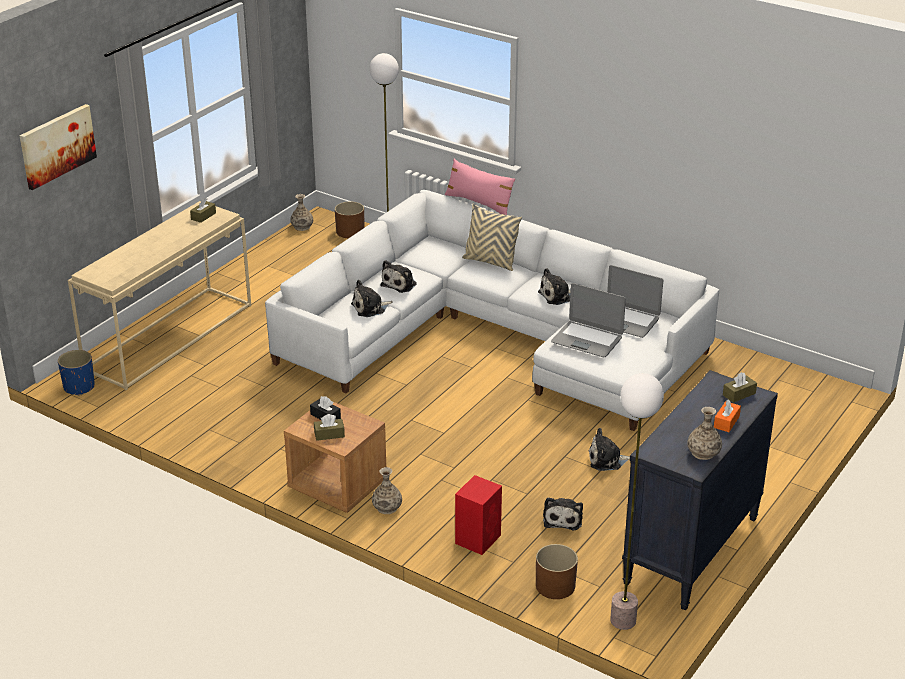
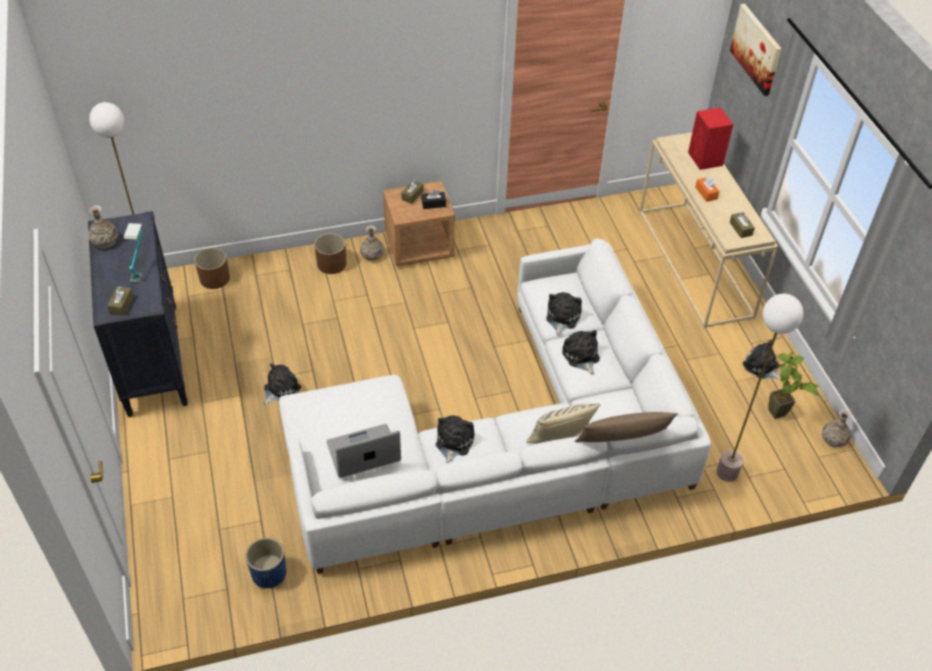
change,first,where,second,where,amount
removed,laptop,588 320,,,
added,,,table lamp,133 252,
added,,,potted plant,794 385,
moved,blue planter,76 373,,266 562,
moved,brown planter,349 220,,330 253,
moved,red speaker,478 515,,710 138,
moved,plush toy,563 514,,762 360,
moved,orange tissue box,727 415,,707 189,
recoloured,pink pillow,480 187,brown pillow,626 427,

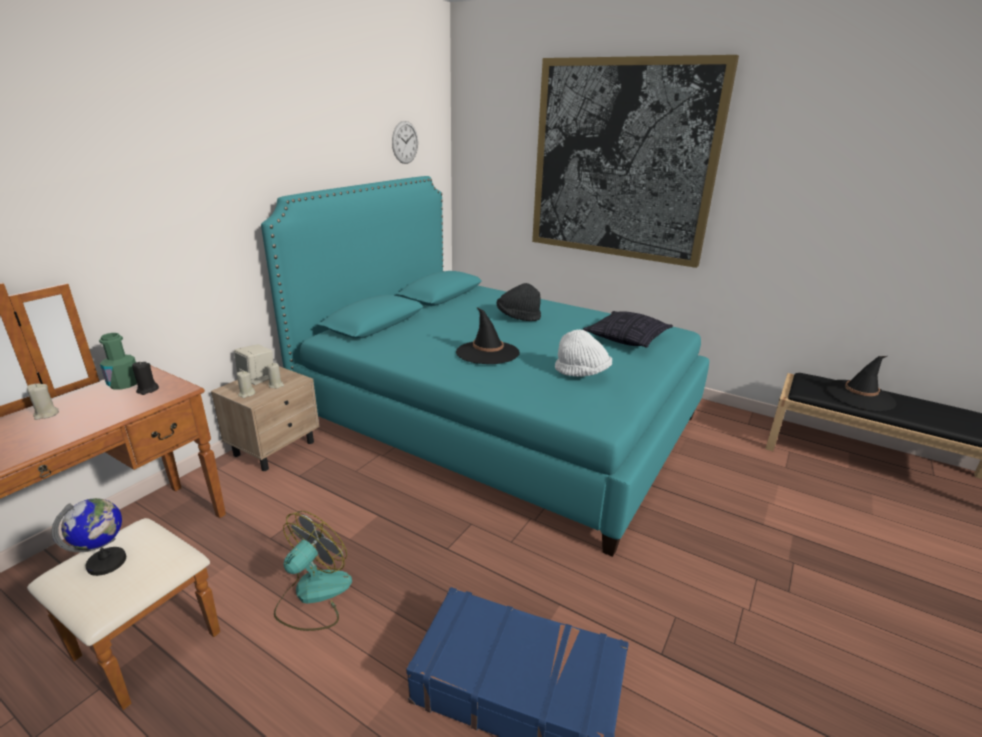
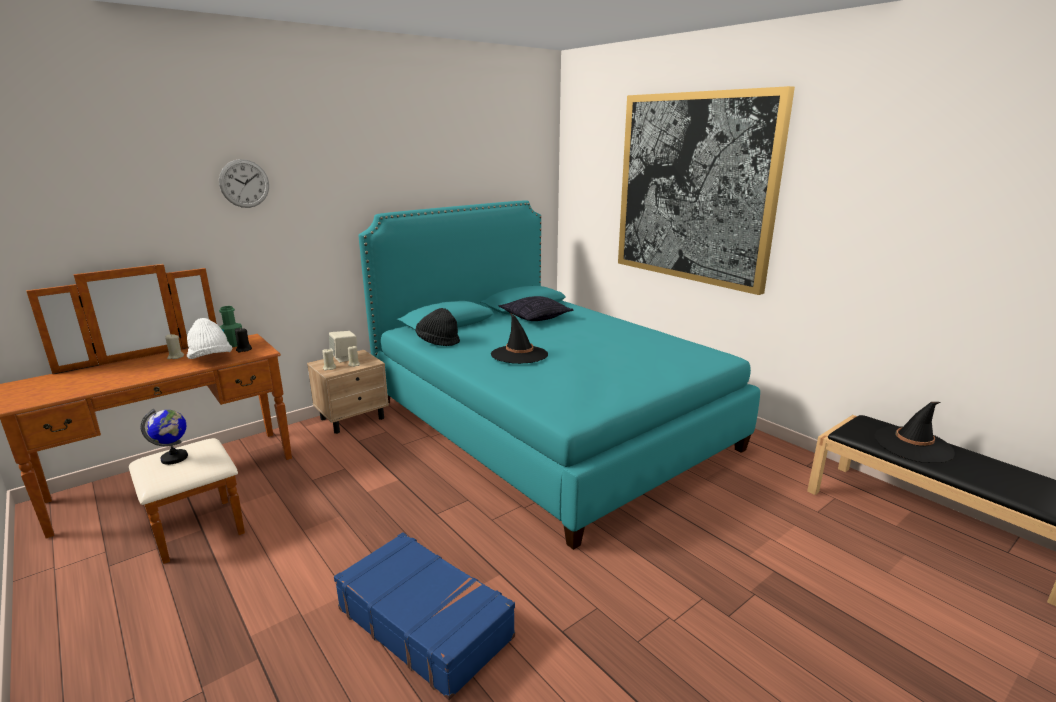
change,first,where,second,where,amount
removed,fan,313 571,,,
moved,wall clock,405 142,,244 183,
moved,black hat,519 302,,438 327,
moved,white hat,583 353,,209 338,
moved,pillow,628 329,,535 308,

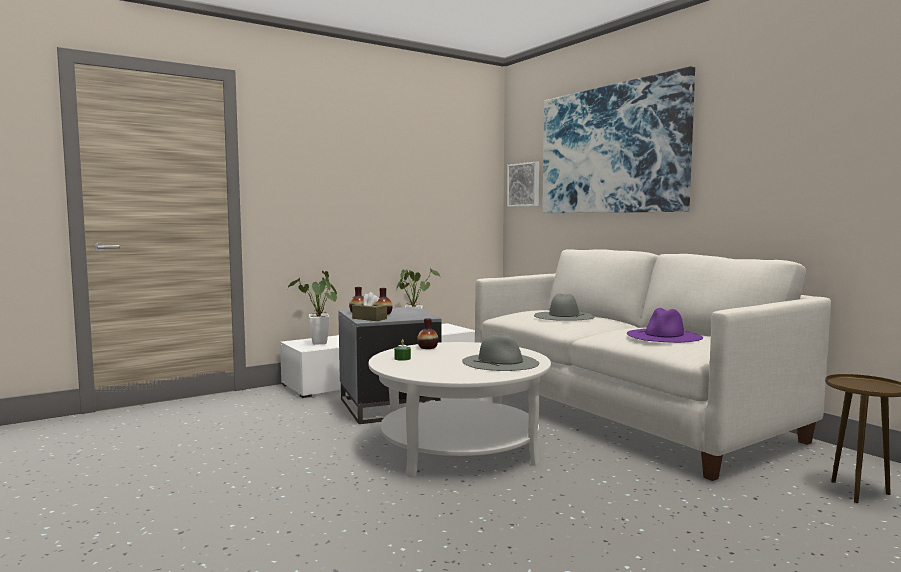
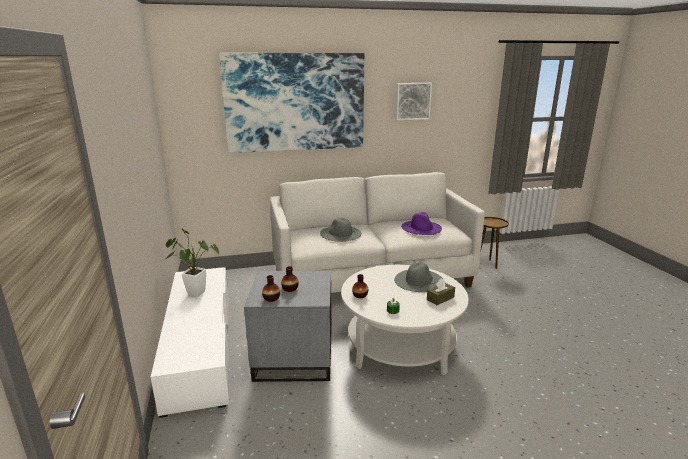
change,first,where,second,where,amount
removed,potted plant,312 308,,,
moved,brown tissue box,369 306,,441 291,
moved,picture,523 184,,413 101,

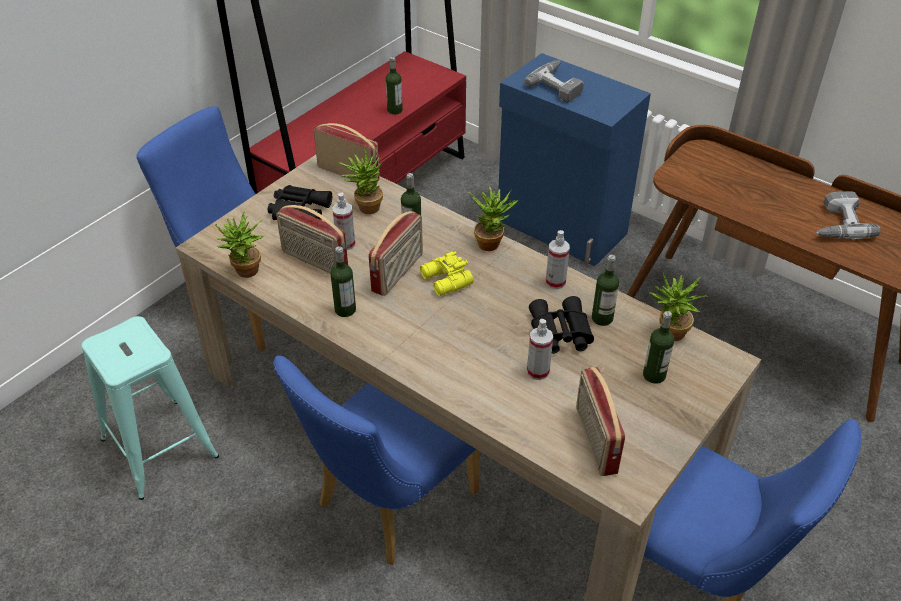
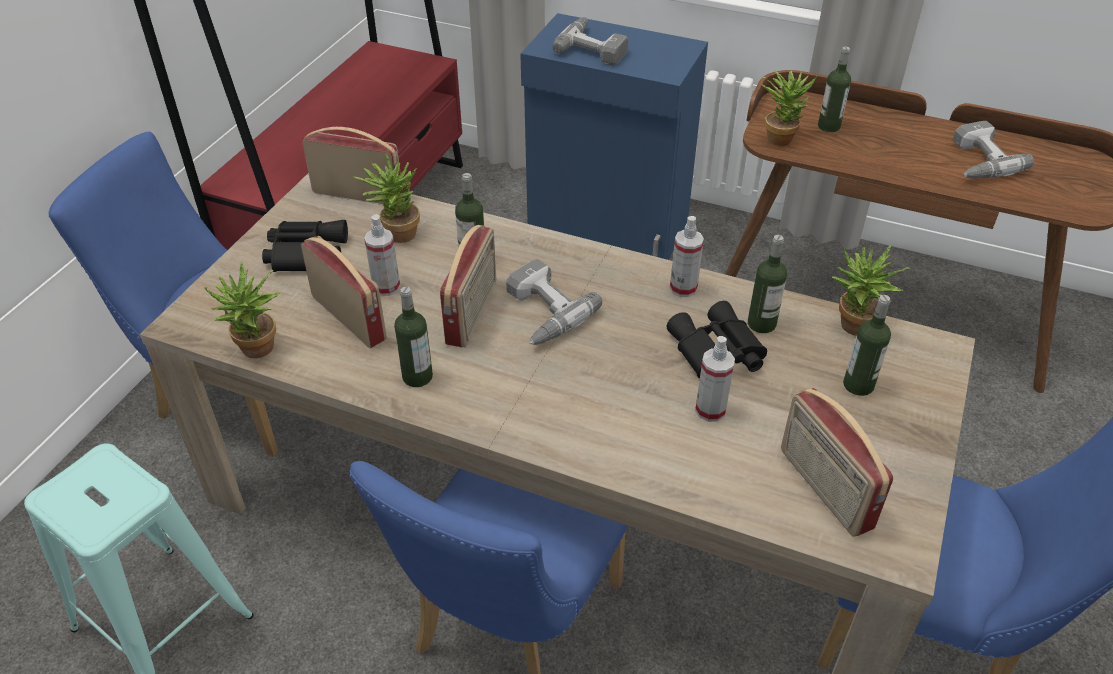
change,first,where,second,where,amount
moved,bottle,394 86,,834 89,
moved,potted plant,493 218,,789 108,
replaced,yellow binoculars,446 274,power drill,554 302,
turned,radio,312 239,,344 292,150 degrees counterclockwise

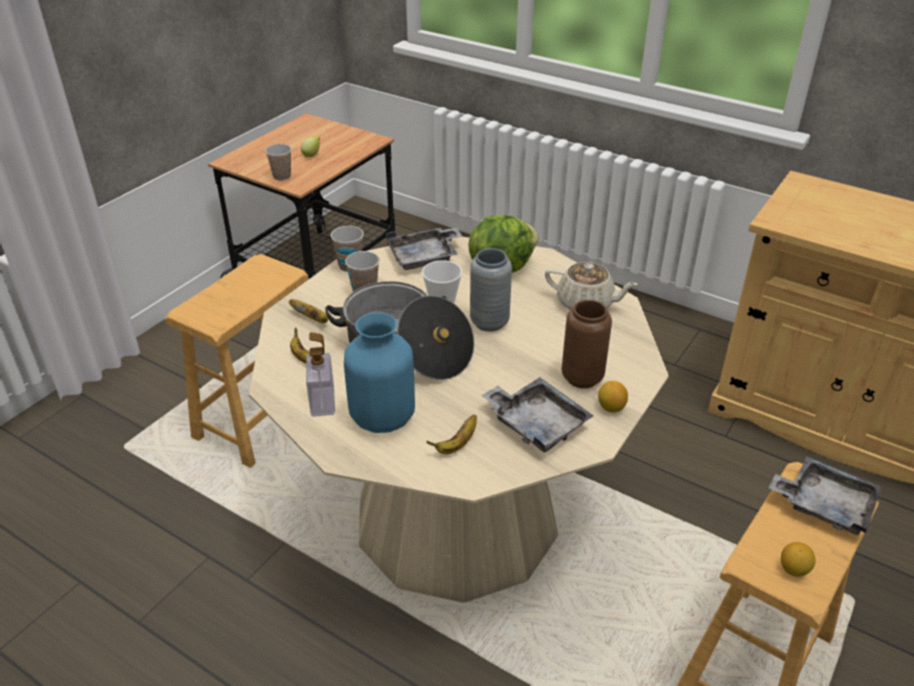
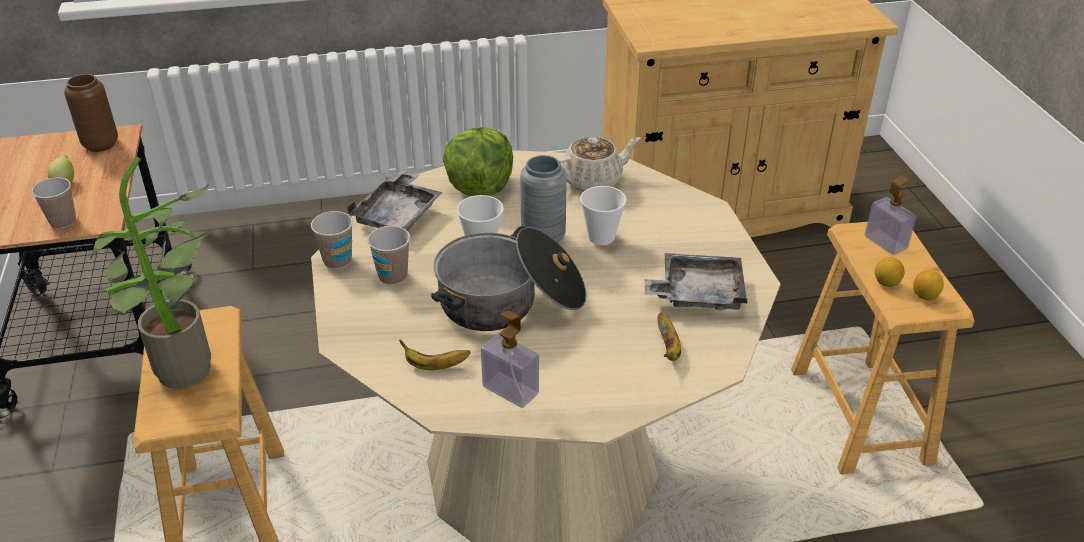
change,first,where,second,where,amount
removed,banana,308 311,,,
removed,blue vase,379 373,,,
added,,,potted plant,150 272,
added,,,cup,603 215,
moved,brown vase,587 344,,91 113,
moved,lemon,613 397,,890 272,
replaced,grey tray,825 495,soap dispenser,890 215,

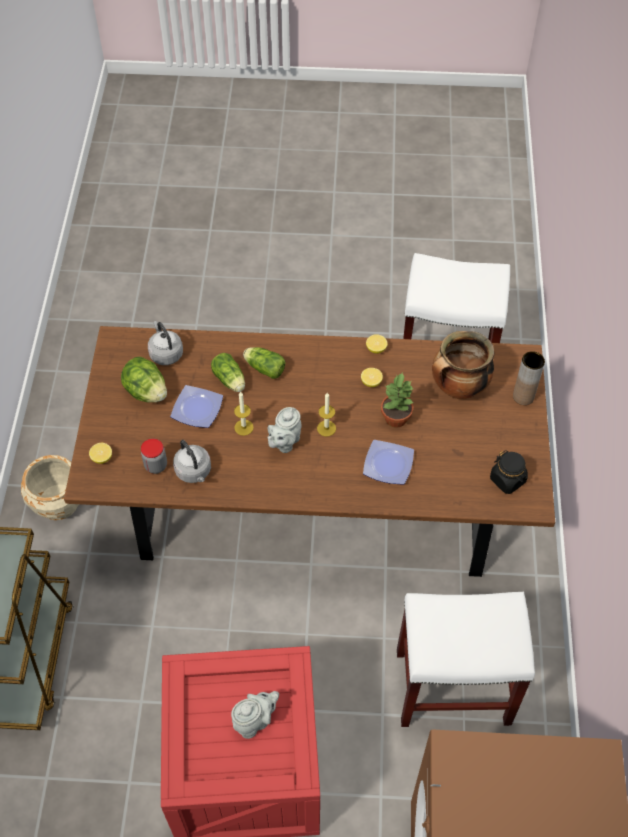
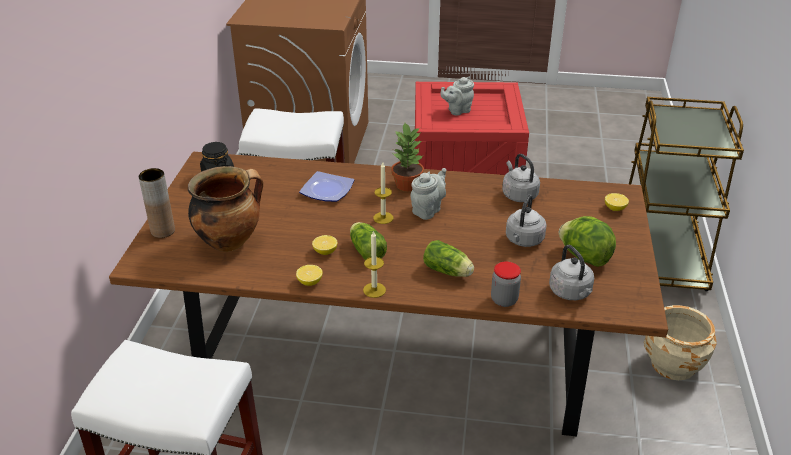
change,first,where,second,where,amount
moved,jar,154 456,,506 284,
moved,lettuce,228 372,,368 241,
moved,candle,244 413,,374 264,
moved,potted plant,397 400,,407 157,
replaced,plate,196 406,grey kettle,526 220,

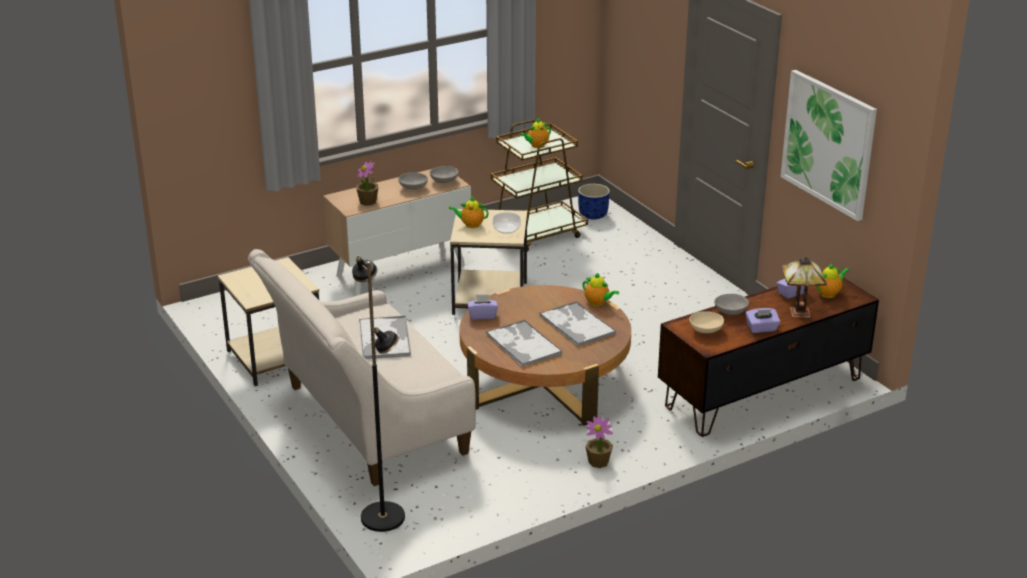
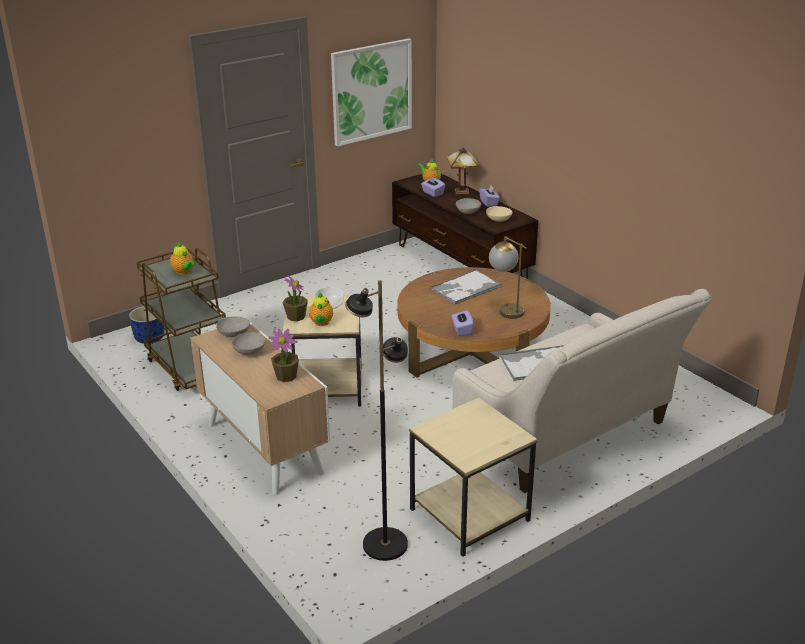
change,first,where,second,where,amount
removed,teapot,600 289,,,
moved,black floor lamp,378 394,,376 420,
moved,potted plant,599 442,,295 298,
replaced,tray,524 343,table lamp,508 277,

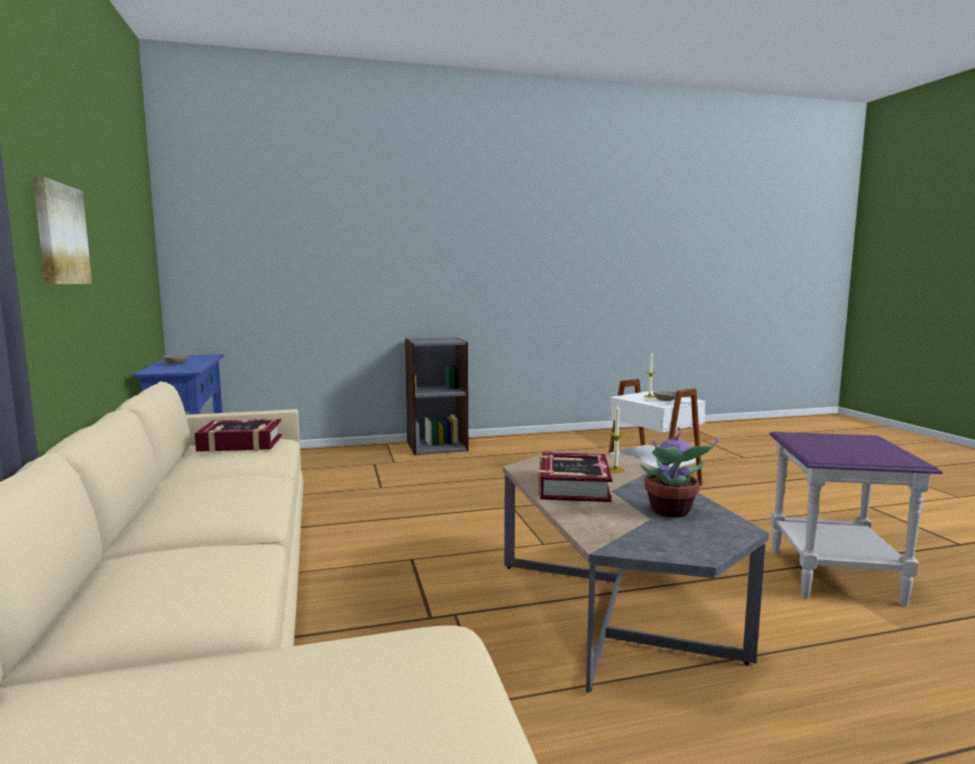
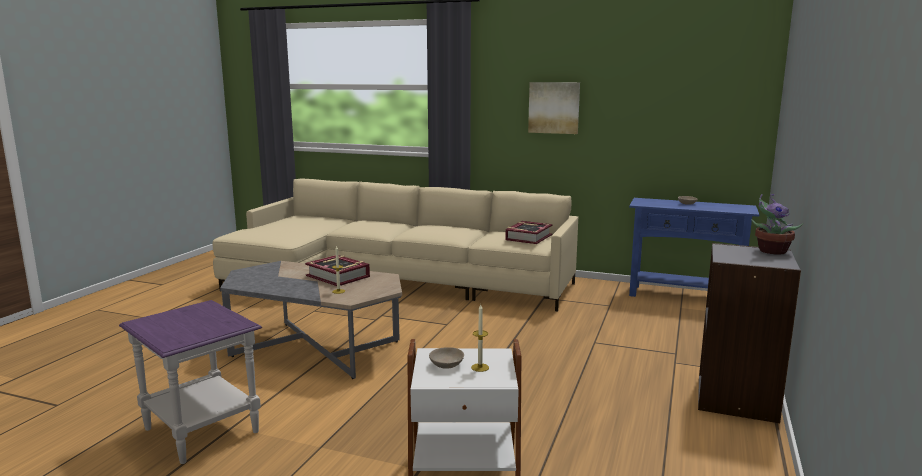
change,first,where,second,where,amount
moved,potted plant,679 472,,777 224,

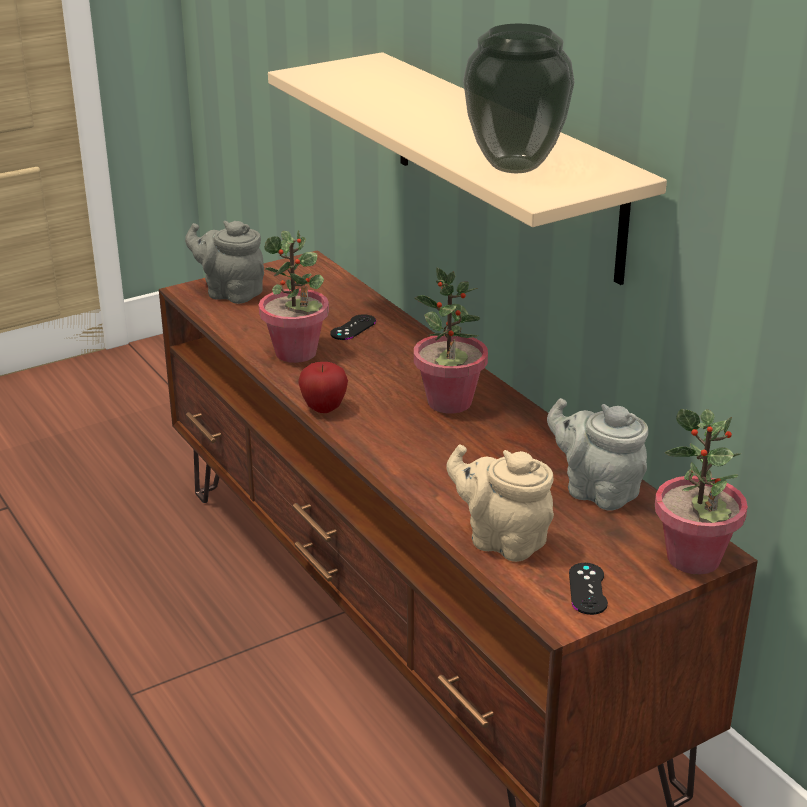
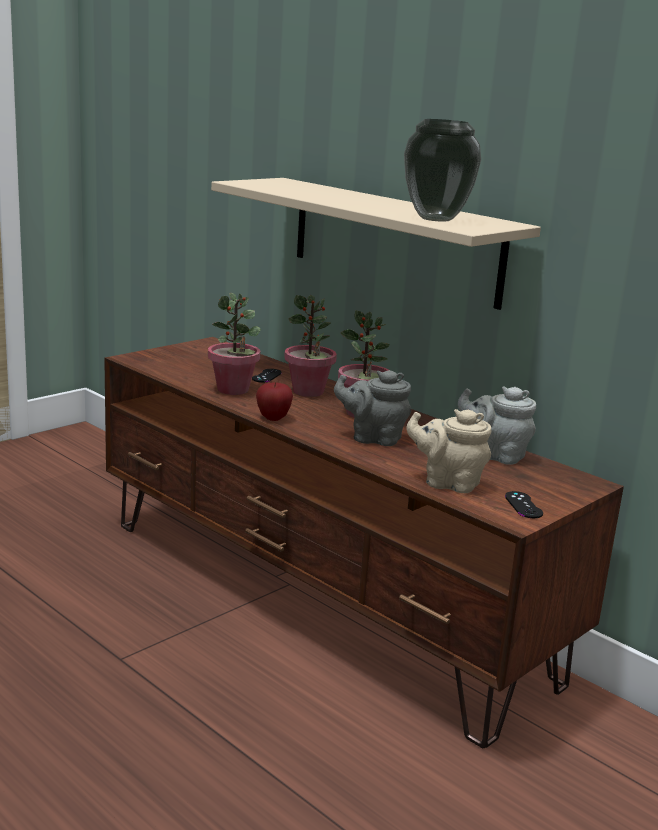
change,first,where,second,where,amount
moved,grey teapot,224 262,,372 408,
moved,potted plant,701 492,,310 346,

